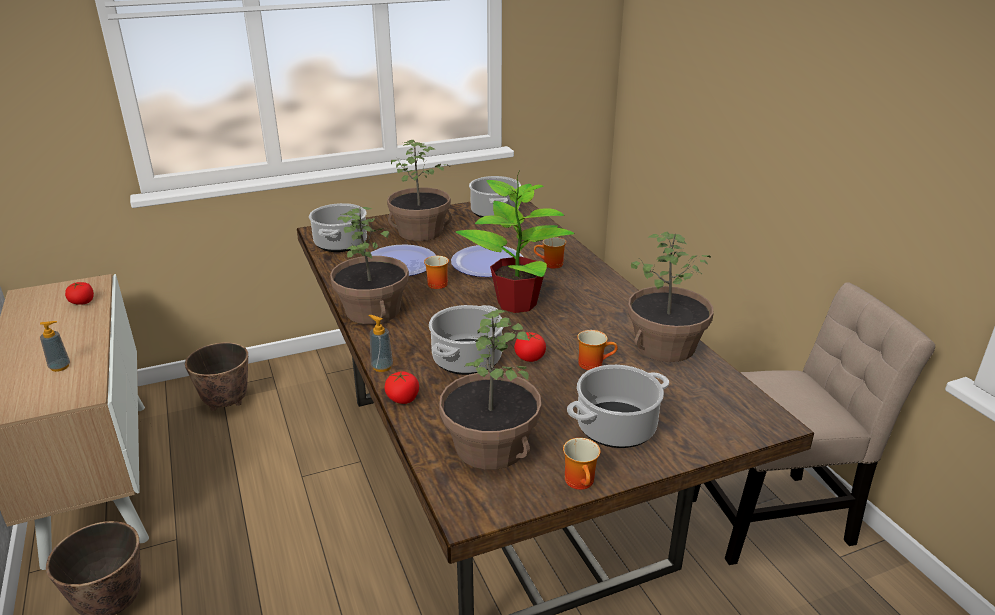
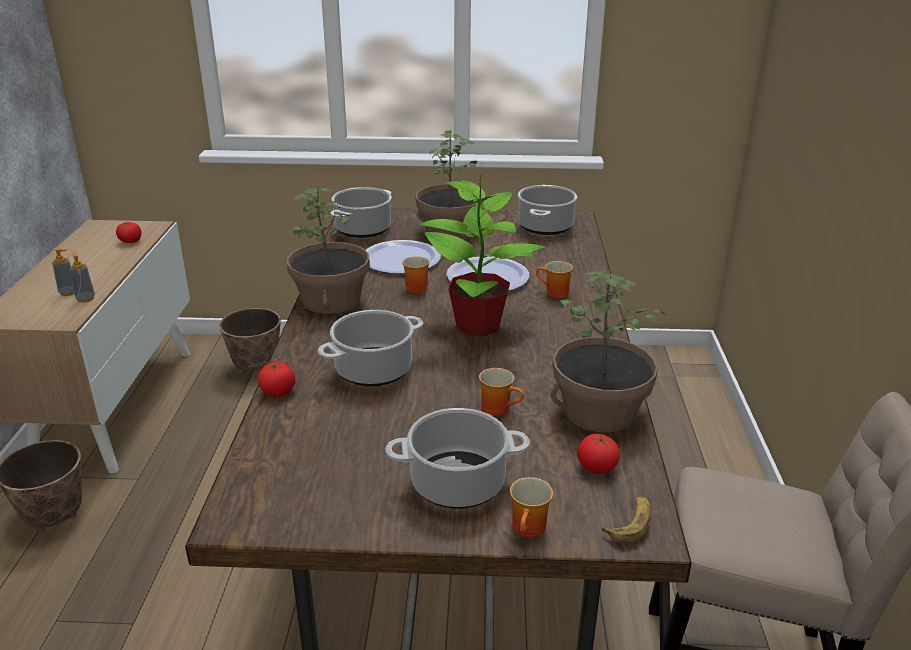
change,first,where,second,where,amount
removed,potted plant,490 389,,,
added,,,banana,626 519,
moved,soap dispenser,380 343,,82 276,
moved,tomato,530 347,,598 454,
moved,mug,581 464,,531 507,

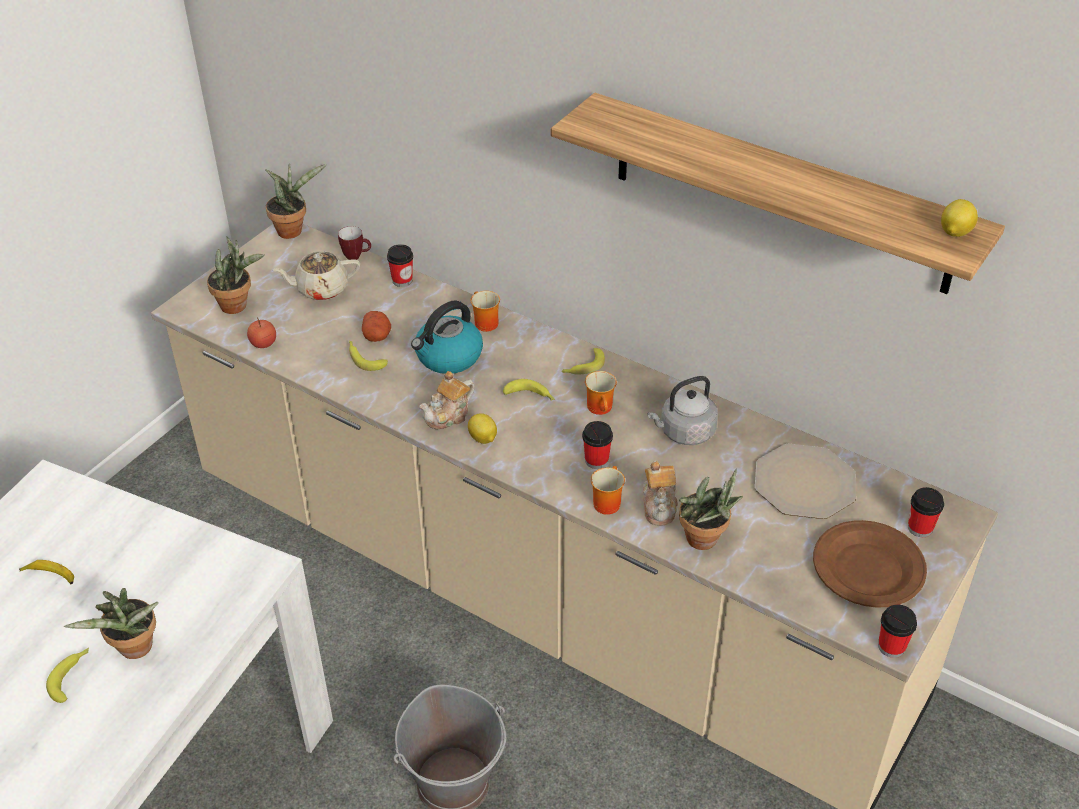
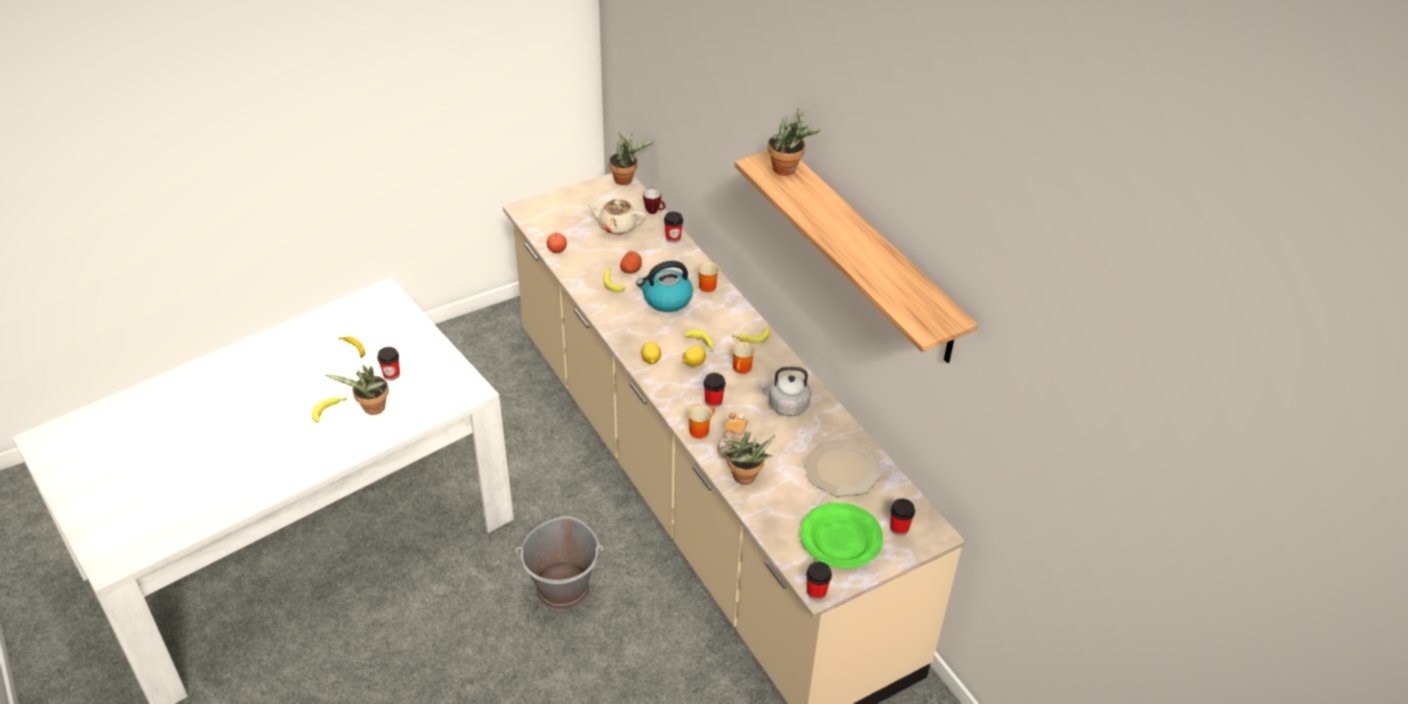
change,first,where,second,where,amount
removed,teapot,447 400,,,
added,,,cup,388 363,
moved,potted plant,236 275,,794 142,
moved,lemon,959 218,,694 356,
recoloured,brown plate,870 564,green plate,841 535,

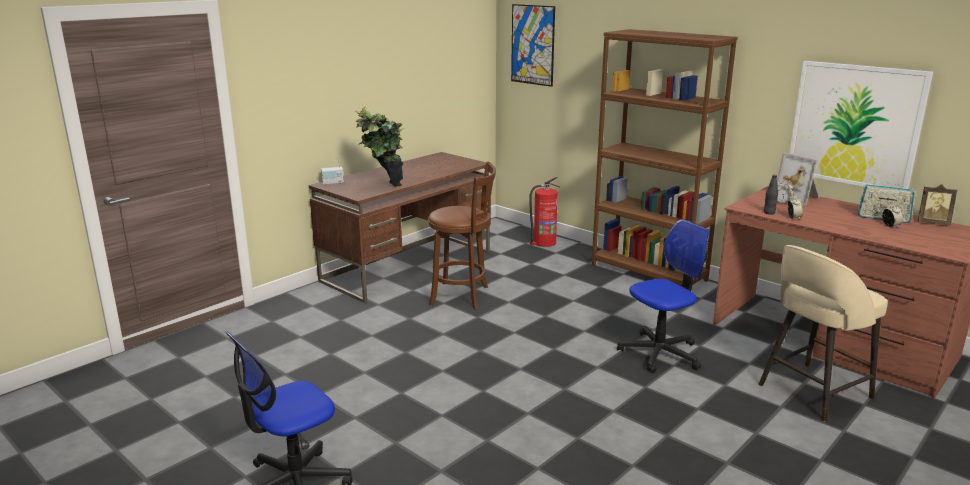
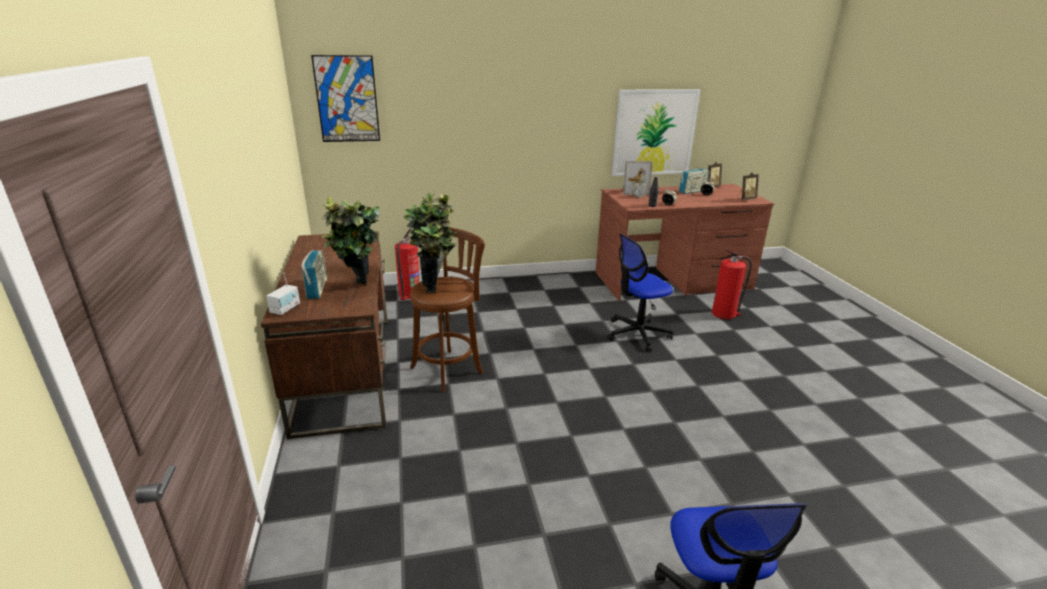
change,first,where,second,where,amount
removed,brown bookcase,665 157,,,
added,,,radio,314 274,
added,,,potted plant,430 242,
added,,,picture frame,748 186,
replaced,beige stool,823 333,fire extinguisher,732 284,
turned,office chair,663 296,,640 292,120 degrees counterclockwise

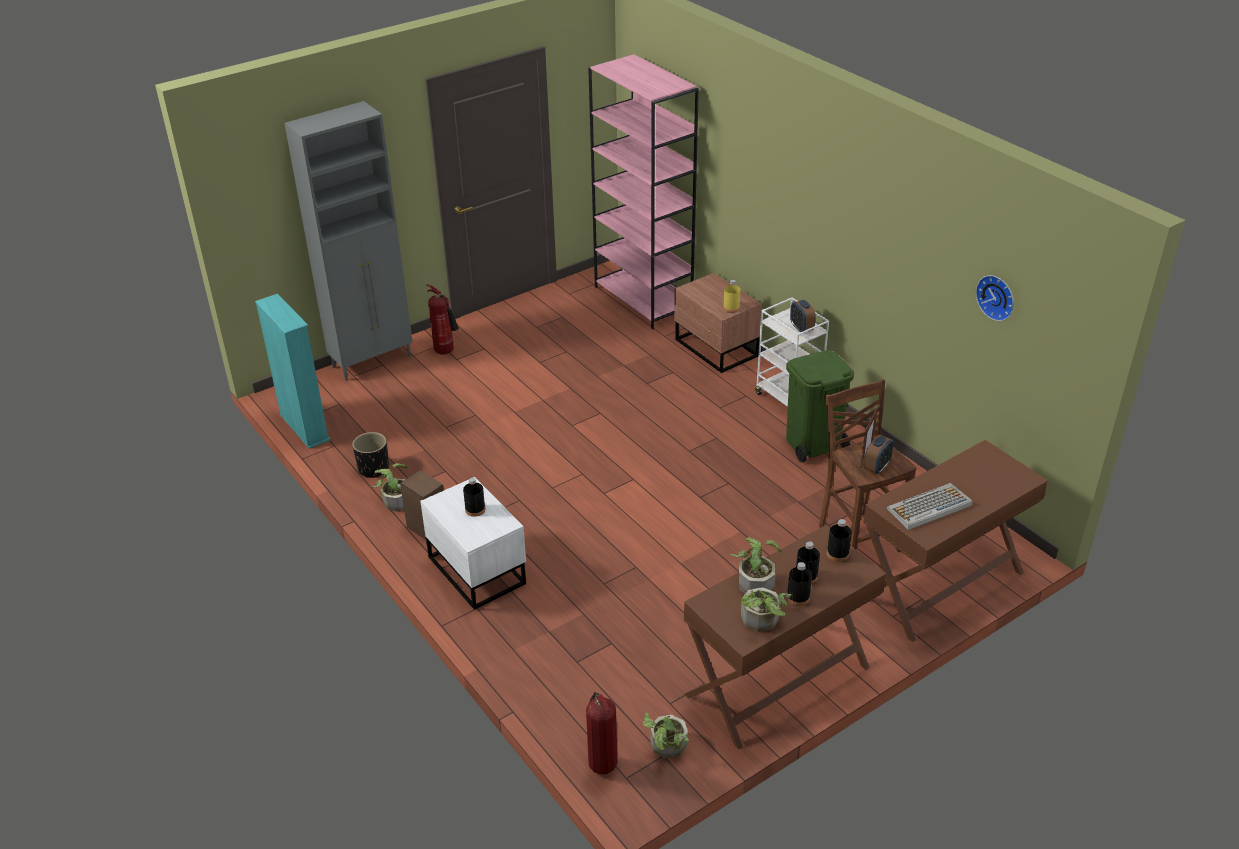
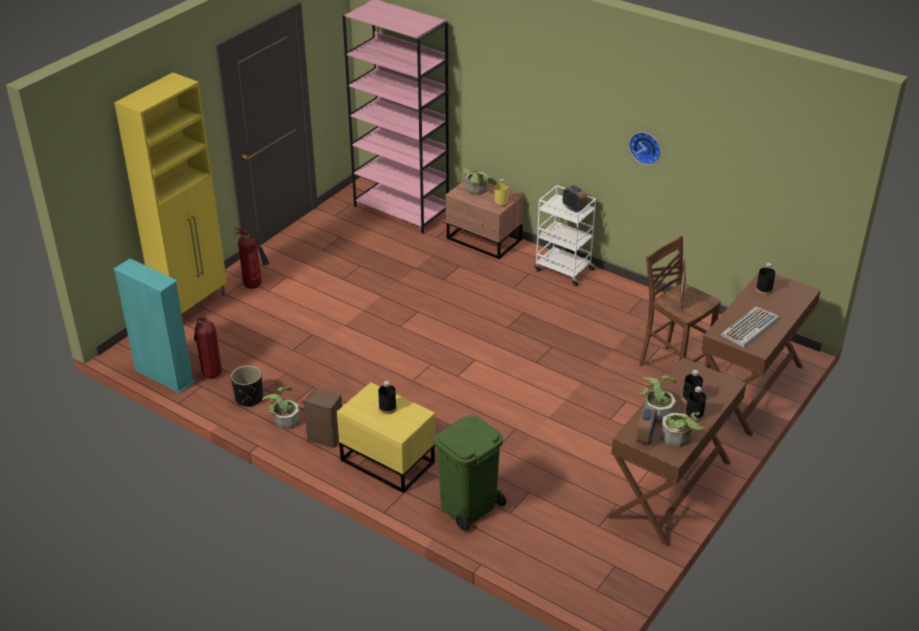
change,first,where,second,where,amount
moved,fire extinguisher,601 733,,208 347,
moved,potted plant,666 736,,477 181,
moved,green trash can,820 406,,469 473,
moved,black bottle,839 540,,766 279,
moved,alarm clock,879 454,,646 426,
moved,wall clock,995 298,,645 148,
recoloured,grey cabinet,348 241,yellow cabinet,170 193,
recoloured,white nightstand,473 543,yellow nightstand,386 437,

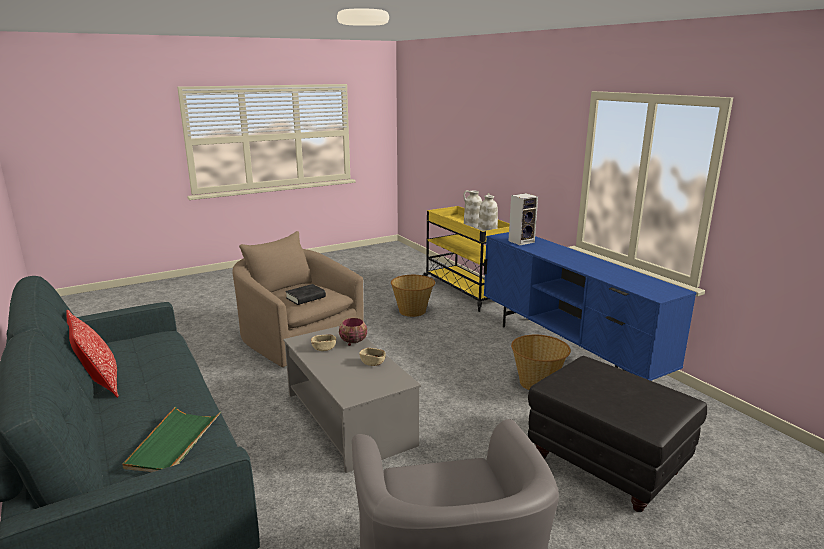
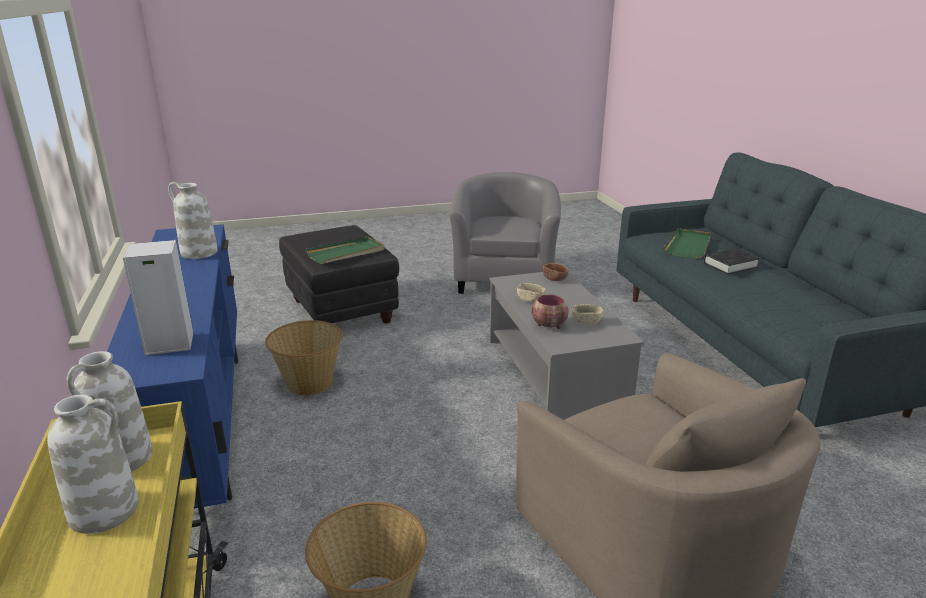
change,first,where,second,where,amount
removed,pillow,92 354,,,
added,,,white vase,193 220,
added,,,green tray,344 250,
added,,,brown bowl,556 272,
moved,black book,305 294,,732 261,

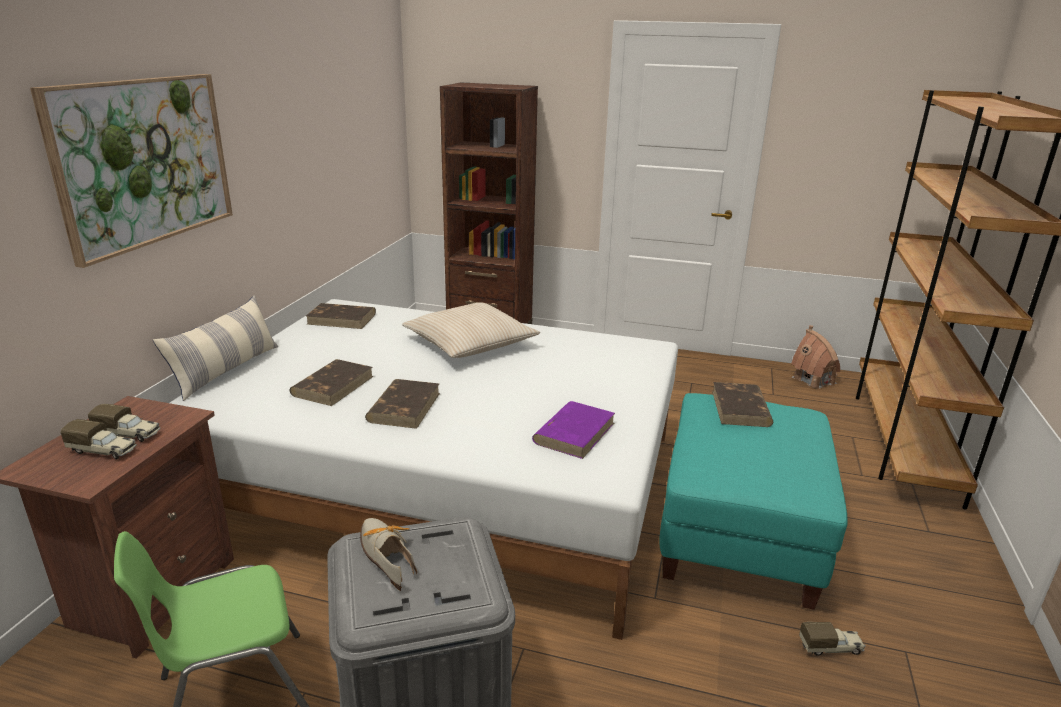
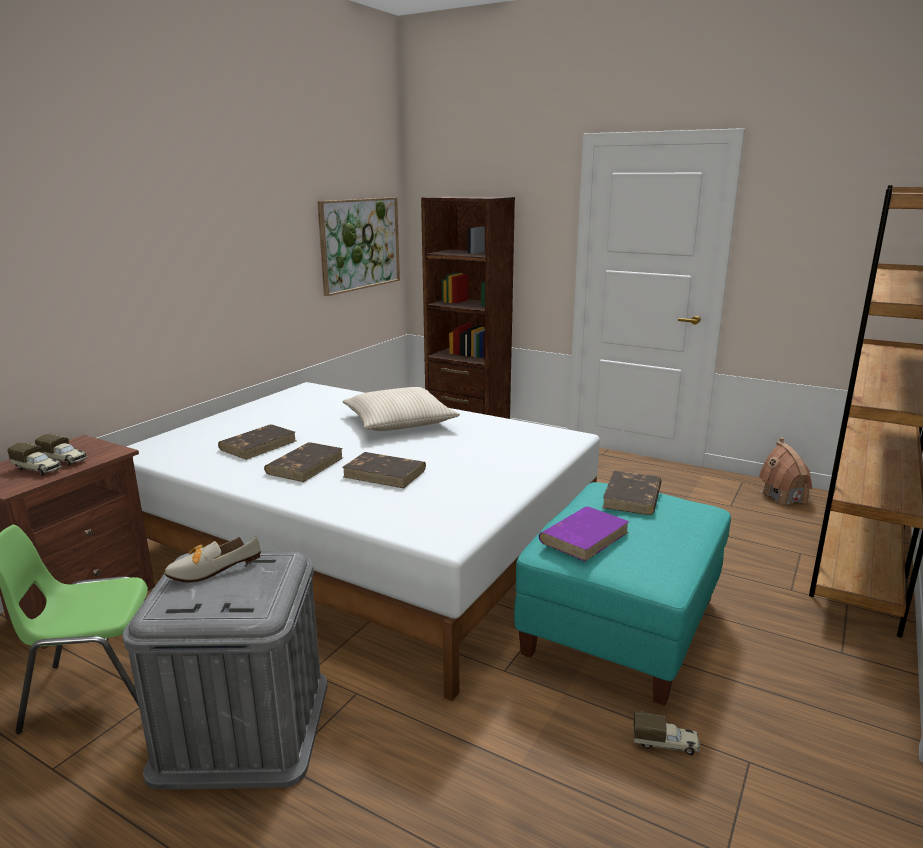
change,first,where,second,where,amount
removed,pillow,215 348,,,
moved,picture,131 171,,358 246,
moved,brown book,341 316,,384 470,
moved,purple book,573 430,,584 534,
turned,shoe,388 554,,212 559,105 degrees counterclockwise

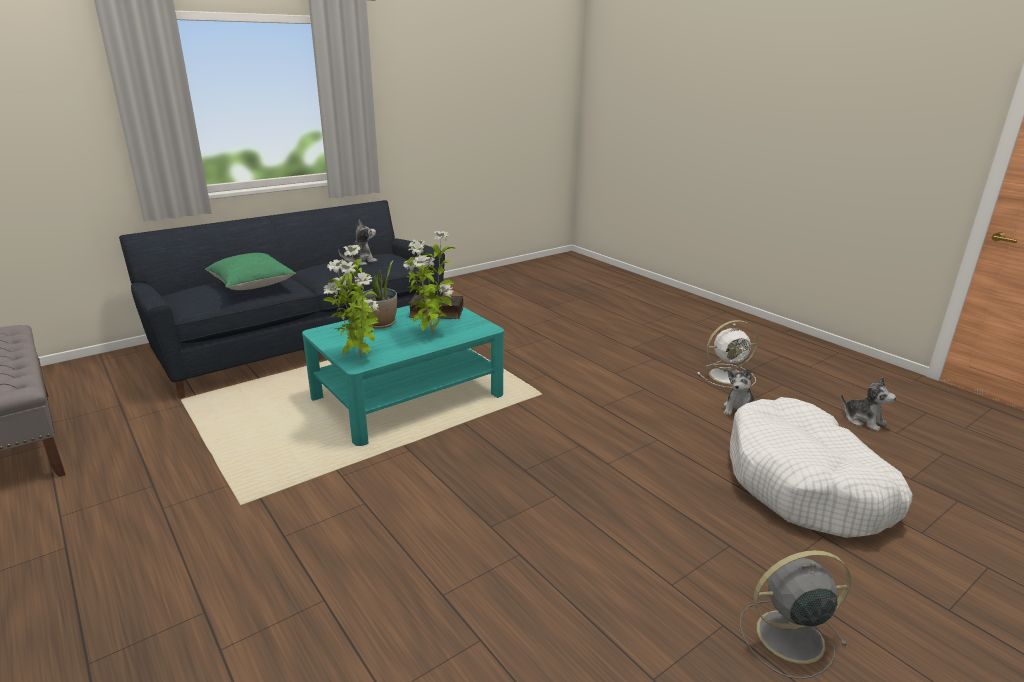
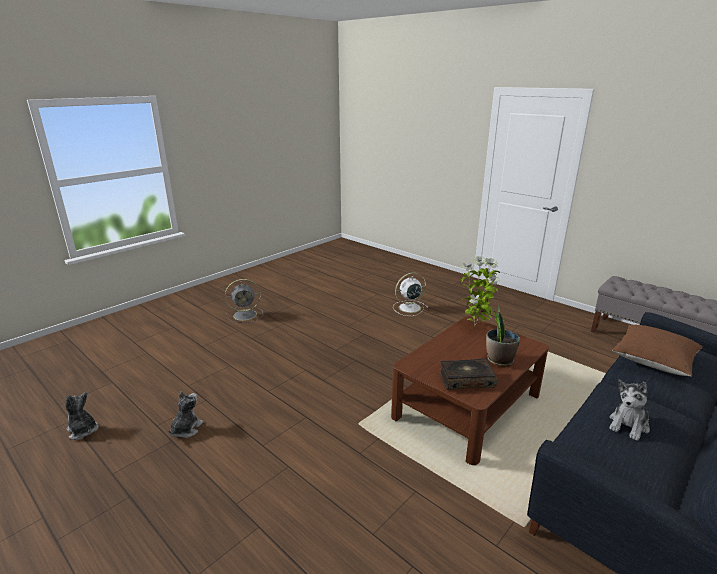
change,first,where,second,where,amount
removed,potted plant,429 283,,,
removed,white dog bed,821 467,,,
moved,white fan,727 354,,410 294,
recoloured,green pillow,250 271,brown pillow,657 351,
recoloured,turquoise coffee table,403 375,brown coffee table,470 391,

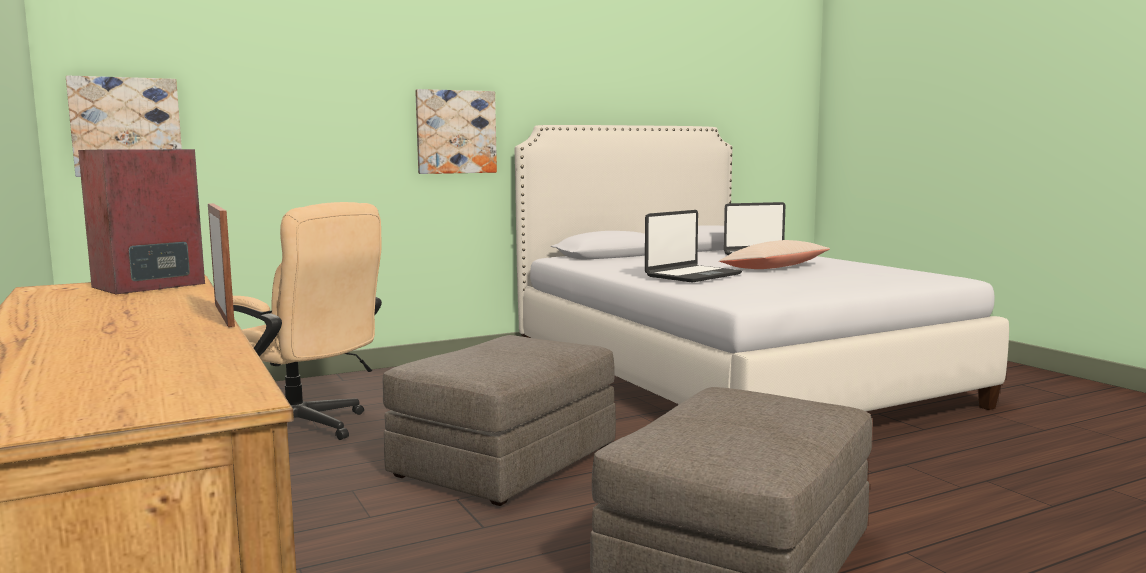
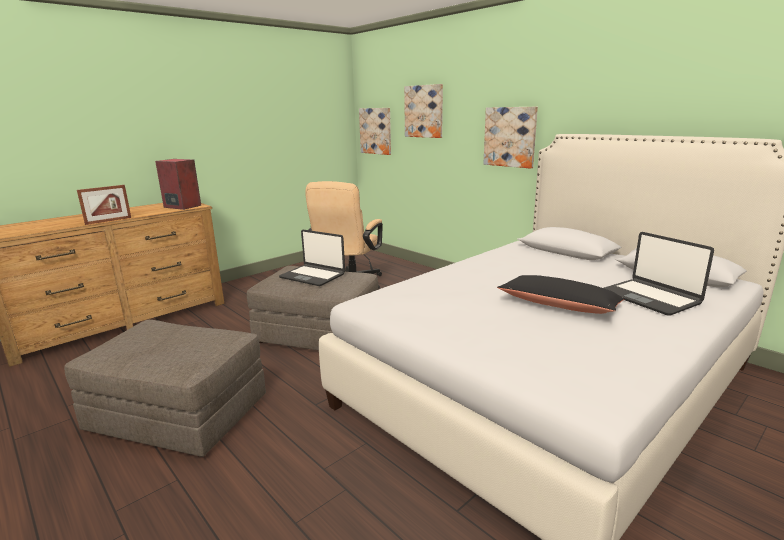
change,first,where,second,where,amount
added,,,picture,423 111,
moved,laptop,693 246,,312 258,
recoloured,beige pillow,774 254,black pillow,561 294,

